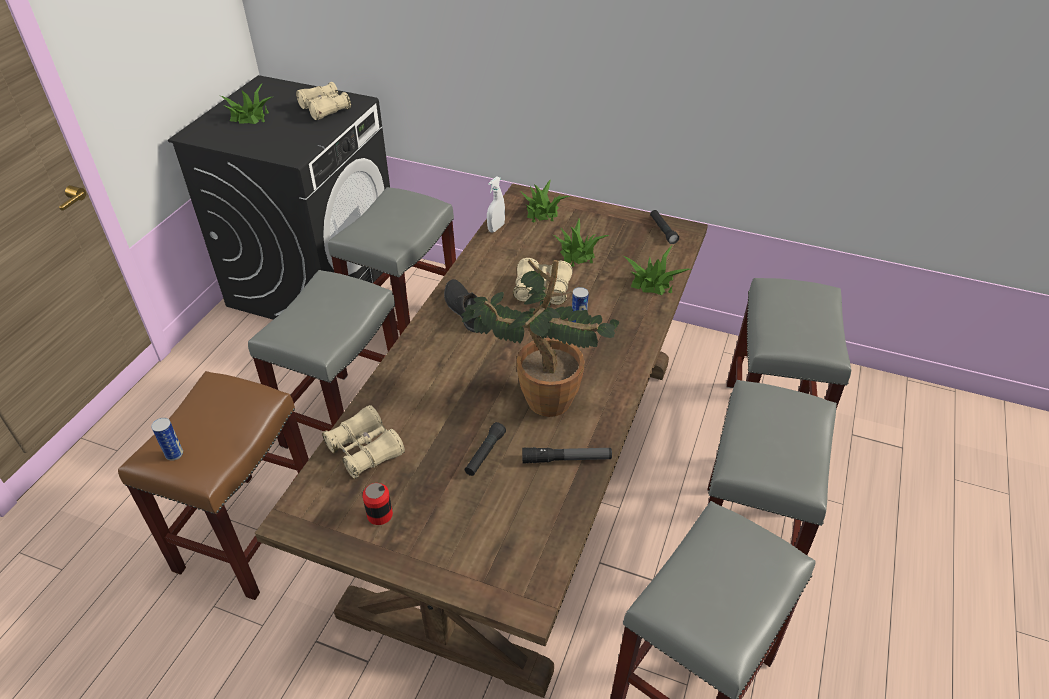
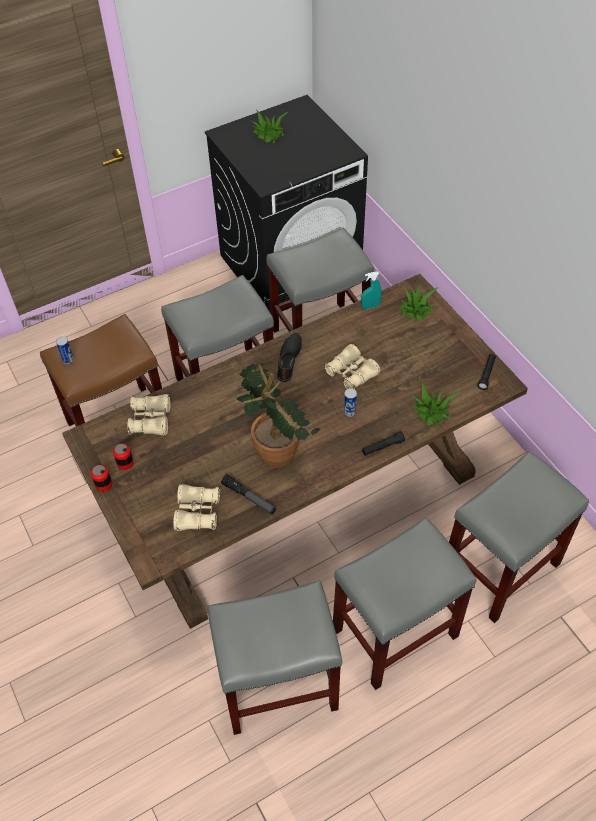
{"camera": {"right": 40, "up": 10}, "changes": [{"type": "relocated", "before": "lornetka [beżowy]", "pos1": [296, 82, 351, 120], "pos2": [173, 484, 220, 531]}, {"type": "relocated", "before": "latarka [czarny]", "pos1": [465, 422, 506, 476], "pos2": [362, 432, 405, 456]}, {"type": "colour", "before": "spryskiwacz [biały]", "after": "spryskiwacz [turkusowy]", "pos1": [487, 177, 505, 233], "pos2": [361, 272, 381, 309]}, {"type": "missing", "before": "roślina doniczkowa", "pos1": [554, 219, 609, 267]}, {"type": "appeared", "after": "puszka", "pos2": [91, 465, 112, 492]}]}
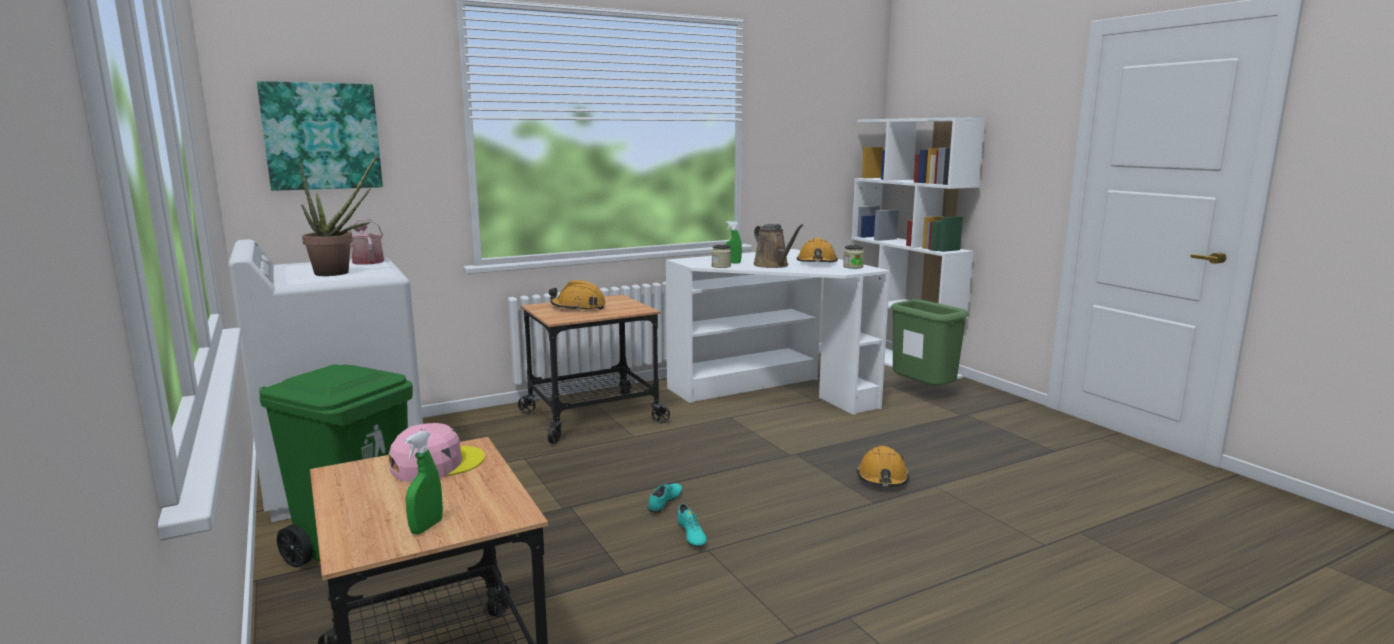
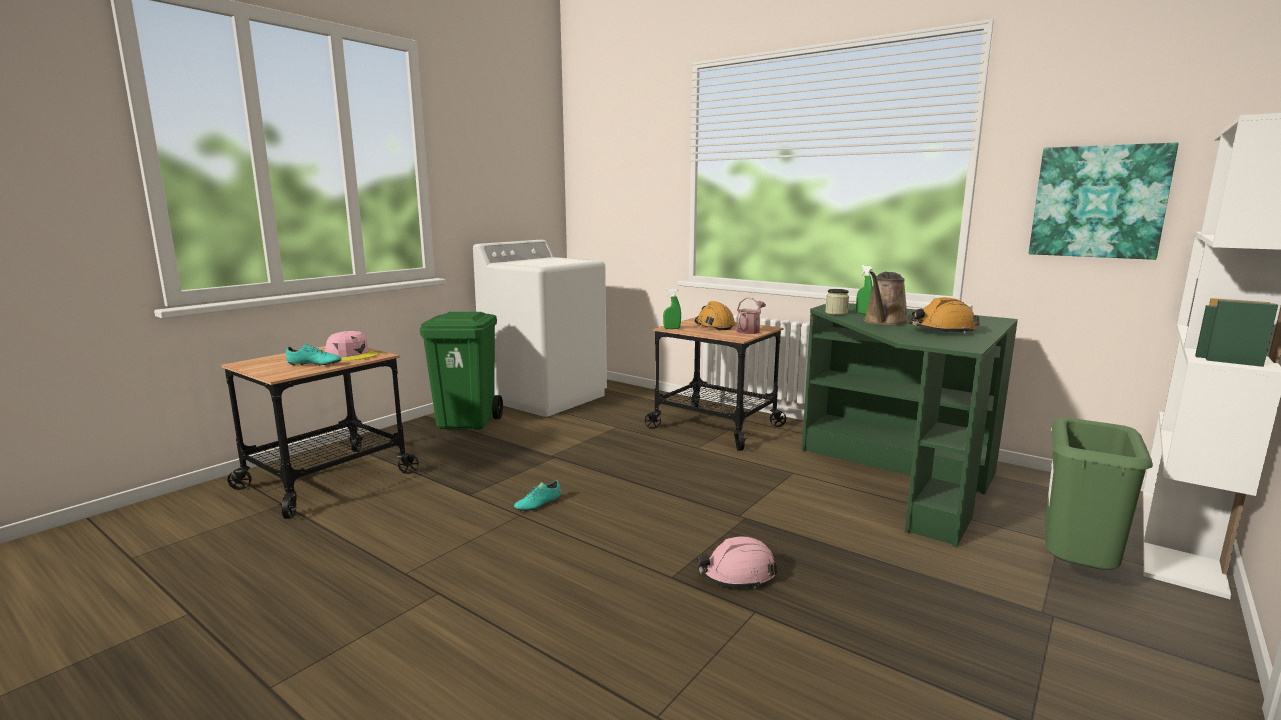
{"camera": {"right": 65, "up": 0}, "changes": [{"type": "relocated", "before": "obraz", "pos1": [257, 81, 383, 191], "pos2": [1029, 142, 1179, 260]}, {"type": "missing", "before": "roślina doniczkowa", "pos1": [299, 154, 378, 276]}, {"type": "relocated", "before": "konewka", "pos1": [349, 219, 384, 265], "pos2": [736, 298, 766, 334]}, {"type": "relocated", "before": "spryskiwacz [zielony]", "pos1": [404, 431, 443, 534], "pos2": [663, 288, 681, 329]}, {"type": "relocated", "before": "but [turkusowy]", "pos1": [648, 483, 682, 513], "pos2": [286, 344, 341, 366]}, {"type": "colour", "before": "biurko [biały]", "after": "biurko [zielony]", "pos1": [666, 249, 890, 415], "pos2": [802, 303, 1018, 547]}, {"type": "missing", "before": "słoik", "pos1": [843, 245, 864, 269]}, {"type": "colour", "before": "kask [pomarańczowy]", "after": "kask [różowy]", "pos1": [857, 446, 909, 487], "pos2": [697, 536, 777, 589]}]}
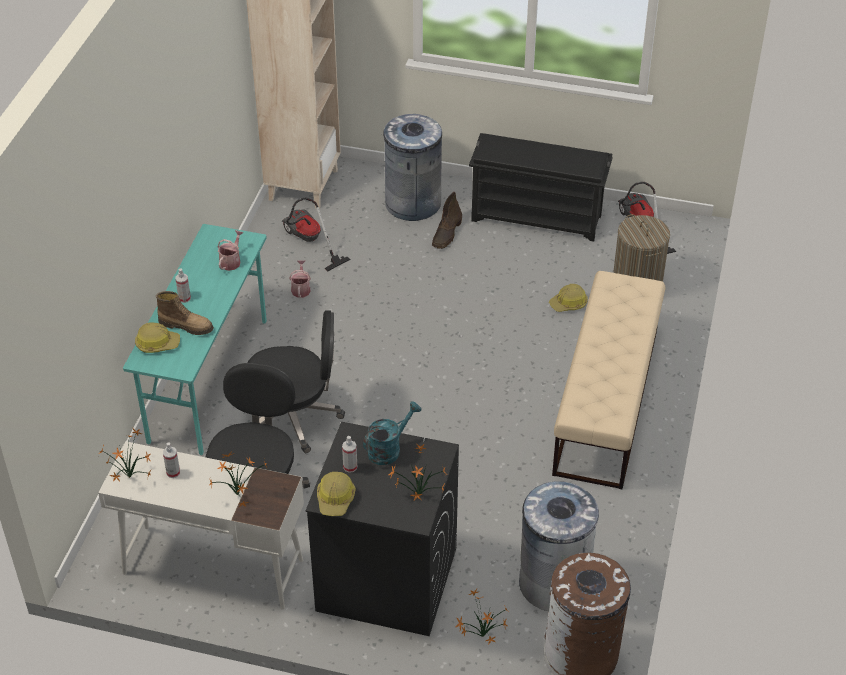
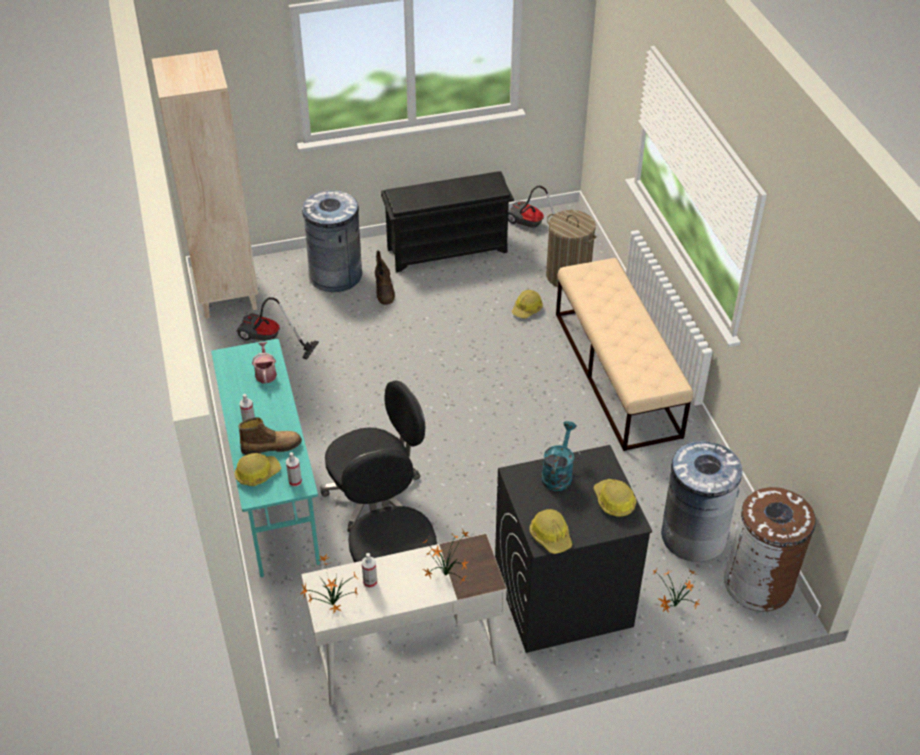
{"camera": {"right": -30, "up": 0}, "changes": [{"type": "missing", "before": "konewka", "pos1": [289, 260, 311, 298]}, {"type": "relocated", "before": "spryskiwacz", "pos1": [342, 436, 357, 473], "pos2": [286, 452, 302, 487]}, {"type": "exchanged", "before": "roślina doniczkowa", "after": "kask", "pos1": [389, 444, 447, 501], "pos2": [593, 479, 636, 517]}]}
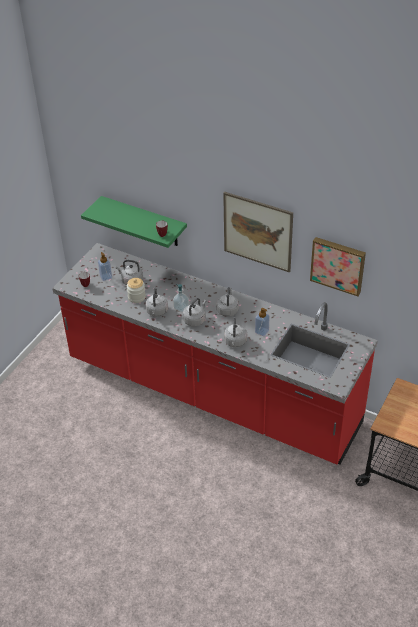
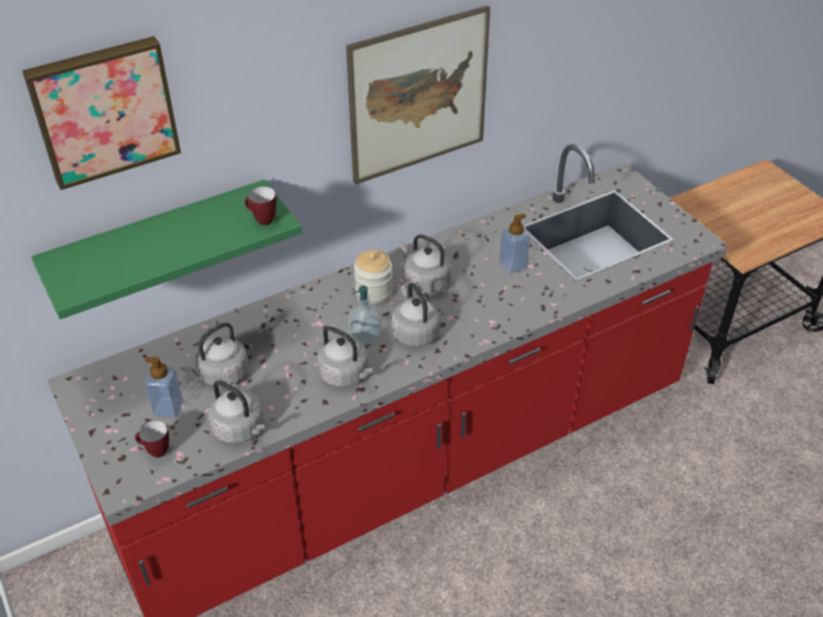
{"camera": {"right": -60, "up": 0}, "changes": [{"type": "relocated", "before": "słoik", "pos1": [127, 278, 146, 303], "pos2": [354, 250, 393, 304]}, {"type": "relocated", "before": "czajnik [szary]", "pos1": [224, 317, 247, 347], "pos2": [208, 380, 266, 444]}, {"type": "relocated", "before": "obraz", "pos1": [310, 237, 366, 296], "pos2": [22, 36, 181, 190]}]}
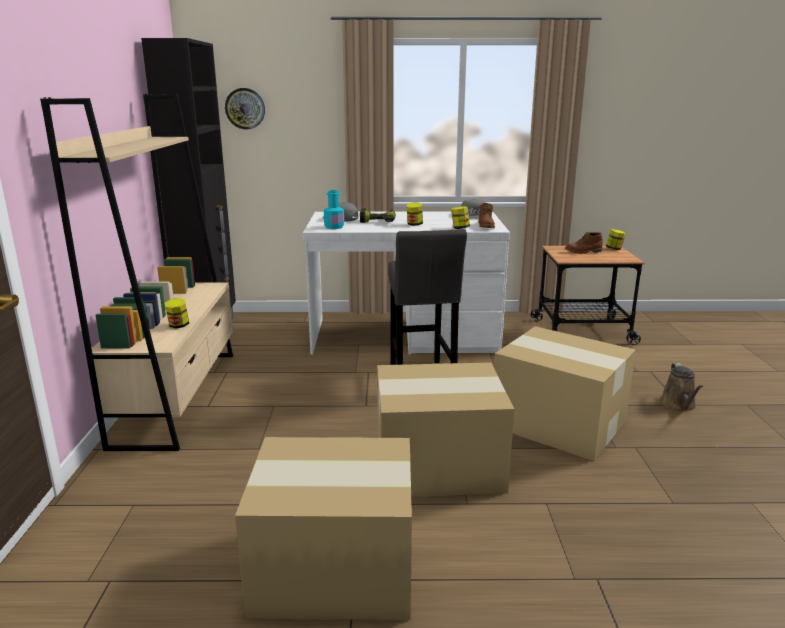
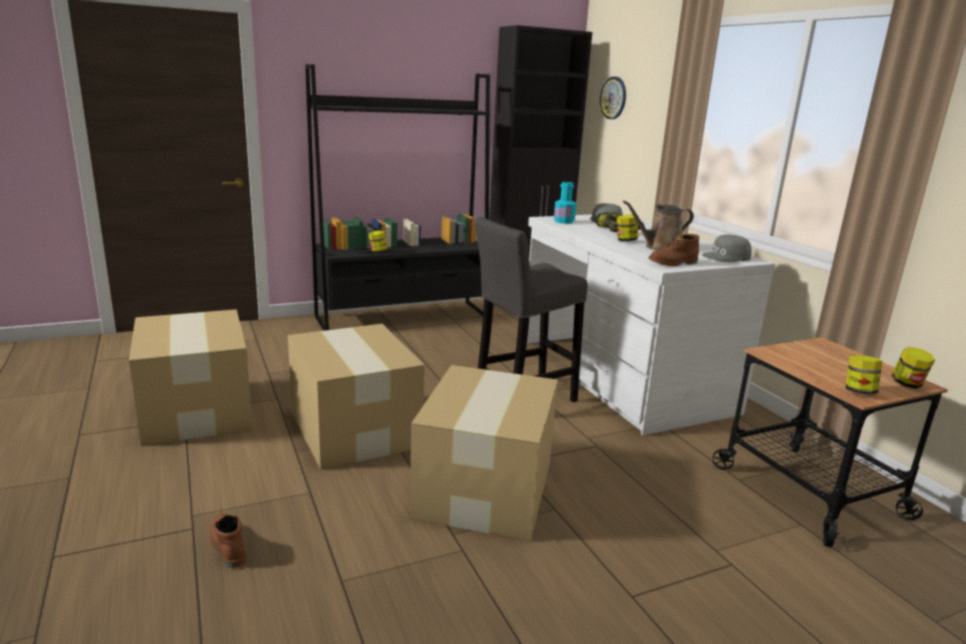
{"camera": {"right": 65, "up": 0}, "changes": [{"type": "colour", "before": "regał [beżowy]", "after": "regał [czarny]", "pos1": [40, 94, 233, 451], "pos2": [305, 64, 490, 331]}, {"type": "relocated", "before": "słoik", "pos1": [451, 206, 470, 229], "pos2": [846, 355, 883, 394]}, {"type": "relocated", "before": "but z cholewką [brązowy]", "pos1": [565, 232, 603, 254], "pos2": [209, 513, 247, 568]}, {"type": "relocated", "before": "konewka [brązowy]", "pos1": [660, 363, 703, 412], "pos2": [623, 200, 694, 250]}]}
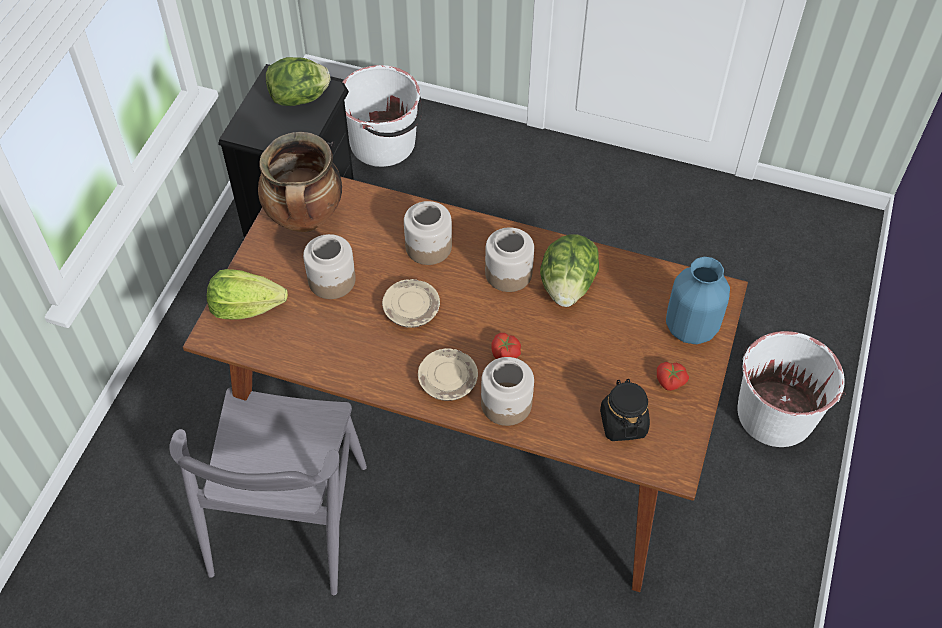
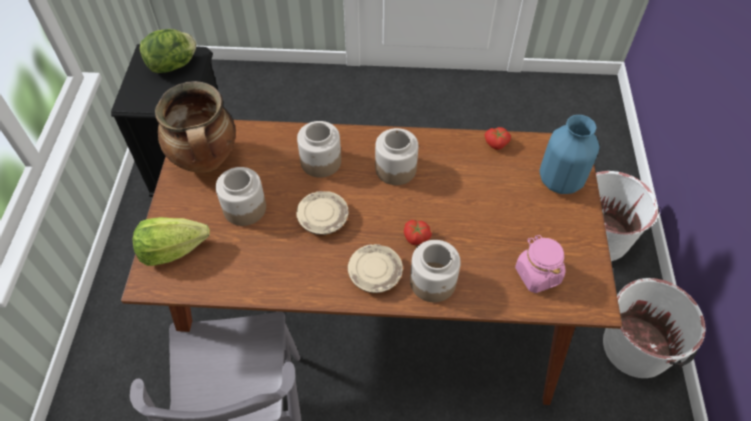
{"camera": {"right": -15, "up": 0}, "changes": [{"type": "relocated", "before": "wiadro [biały]", "pos1": [342, 65, 423, 167], "pos2": [603, 278, 706, 378]}, {"type": "missing", "before": "sałata", "pos1": [540, 234, 599, 307]}, {"type": "colour", "before": "słoik [czarny]", "after": "słoik [różowy]", "pos1": [600, 379, 650, 441], "pos2": [515, 235, 566, 293]}, {"type": "relocated", "before": "pomidor", "pos1": [657, 362, 689, 391], "pos2": [485, 127, 511, 150]}]}
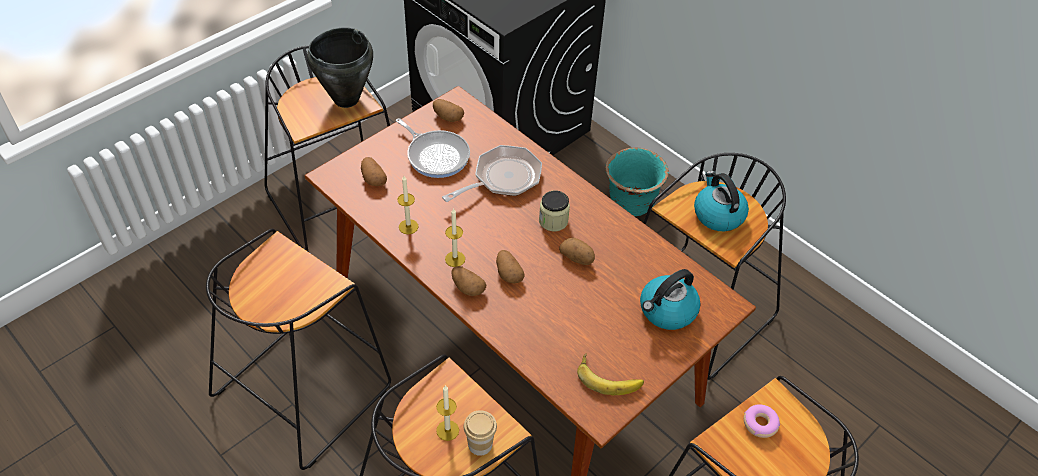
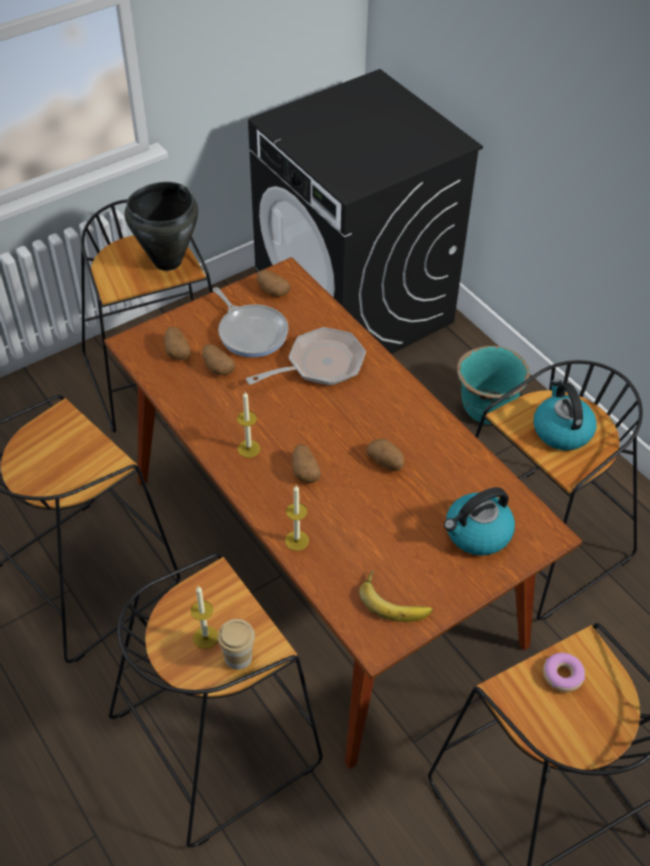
{"camera": {"right": 10, "up": 0}, "changes": [{"type": "relocated", "before": "świeca", "pos1": [397, 176, 418, 234], "pos2": [285, 485, 309, 551]}, {"type": "relocated", "before": "ziemniak", "pos1": [452, 266, 486, 296], "pos2": [202, 344, 235, 375]}, {"type": "missing", "before": "słoik", "pos1": [539, 191, 570, 231]}]}
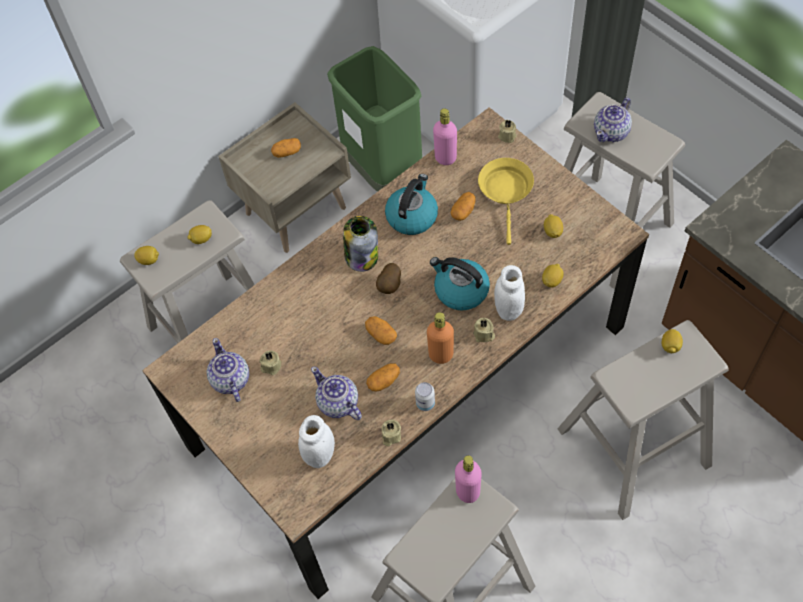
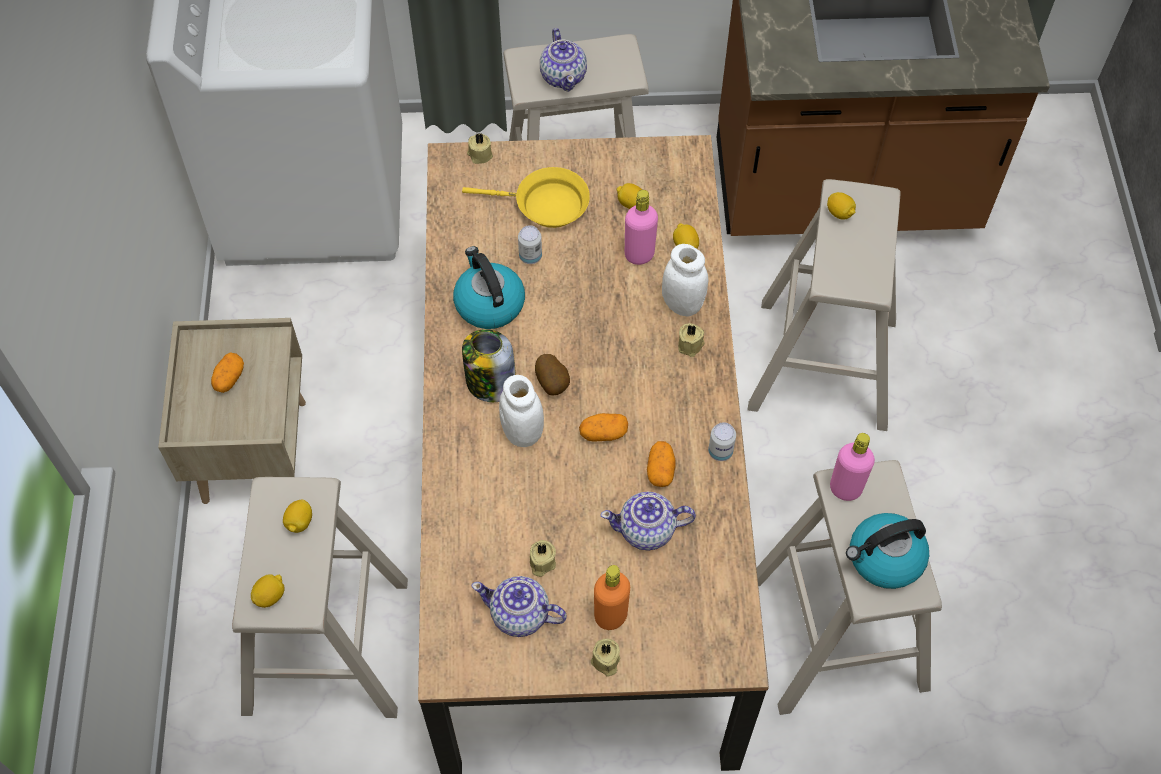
{"camera": {"right": -55, "up": 0}, "changes": [{"type": "relocated", "before": "słoik [biały]", "pos1": [298, 415, 335, 468], "pos2": [499, 375, 544, 447]}, {"type": "missing", "before": "kosz na śmieci [zielony]", "pos1": [327, 46, 422, 192]}, {"type": "relocated", "before": "świeca [beżowy]", "pos1": [382, 419, 401, 446], "pos2": [591, 639, 621, 676]}, {"type": "relocated", "before": "butelka [pomarańczowy]", "pos1": [427, 312, 454, 364], "pos2": [594, 565, 630, 630]}, {"type": "relocated", "before": "czajnik", "pos1": [430, 257, 490, 310], "pos2": [846, 513, 929, 589]}, {"type": "relocated", "before": "butelka [różowy]", "pos1": [433, 108, 457, 165], "pos2": [625, 190, 658, 265]}, {"type": "exchanged", "before": "ziemniak", "after": "puszka", "pos1": [450, 192, 476, 221], "pos2": [518, 225, 542, 264]}, {"type": "spun", "before": "patelnia [żółty]", "pos1": [478, 158, 534, 245], "pos2": [462, 167, 590, 228], "turn": 150}]}
